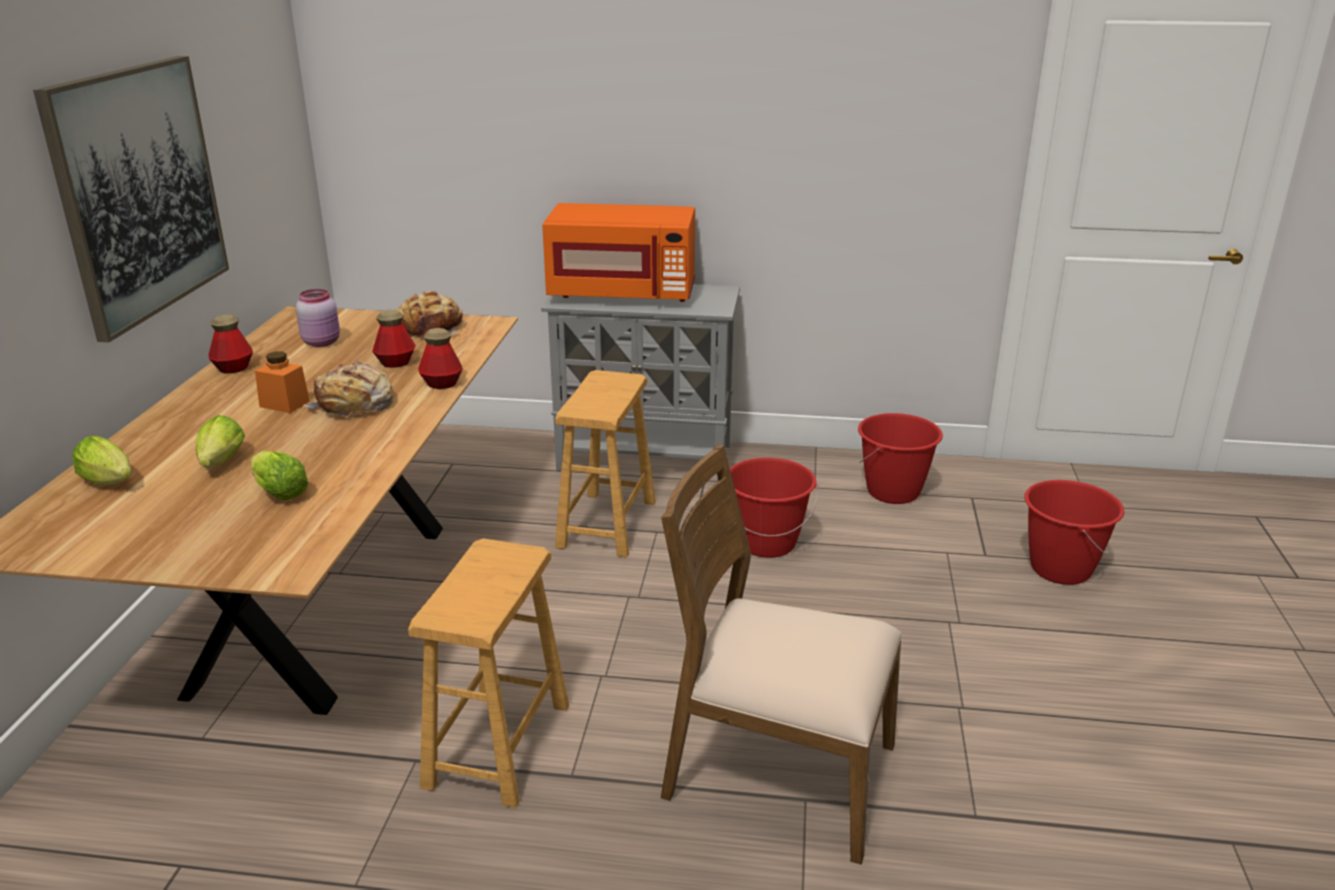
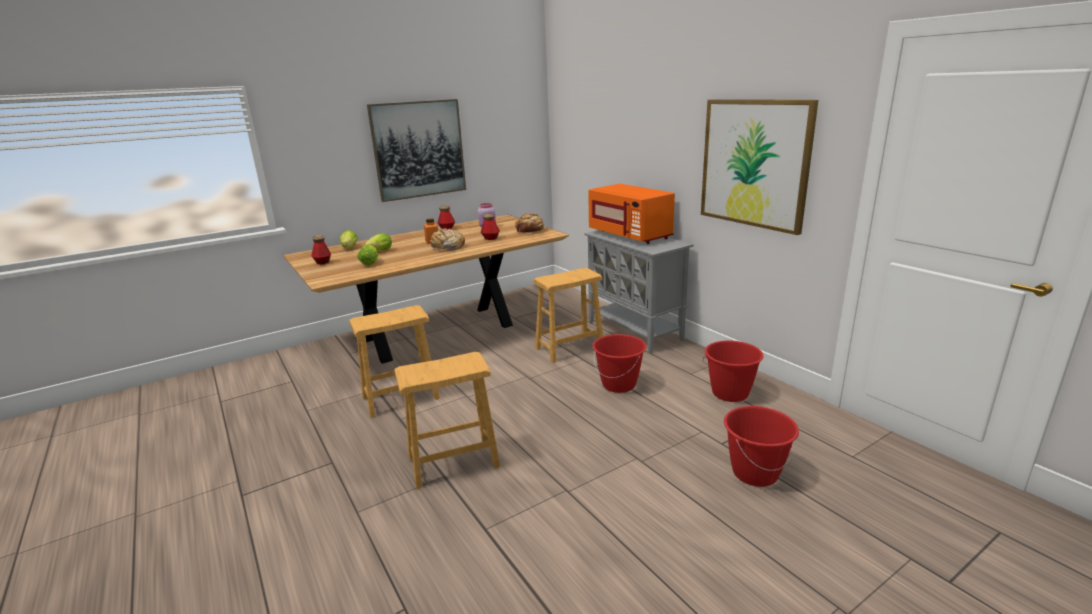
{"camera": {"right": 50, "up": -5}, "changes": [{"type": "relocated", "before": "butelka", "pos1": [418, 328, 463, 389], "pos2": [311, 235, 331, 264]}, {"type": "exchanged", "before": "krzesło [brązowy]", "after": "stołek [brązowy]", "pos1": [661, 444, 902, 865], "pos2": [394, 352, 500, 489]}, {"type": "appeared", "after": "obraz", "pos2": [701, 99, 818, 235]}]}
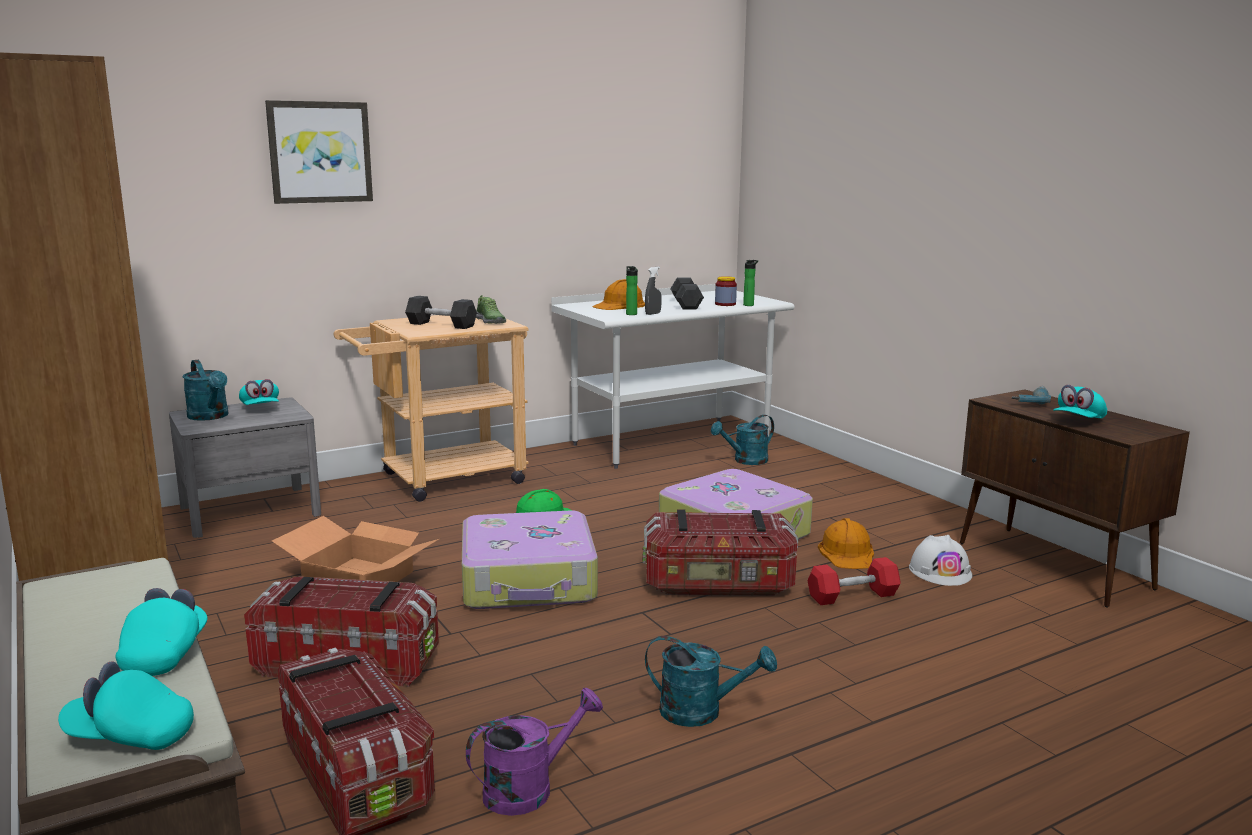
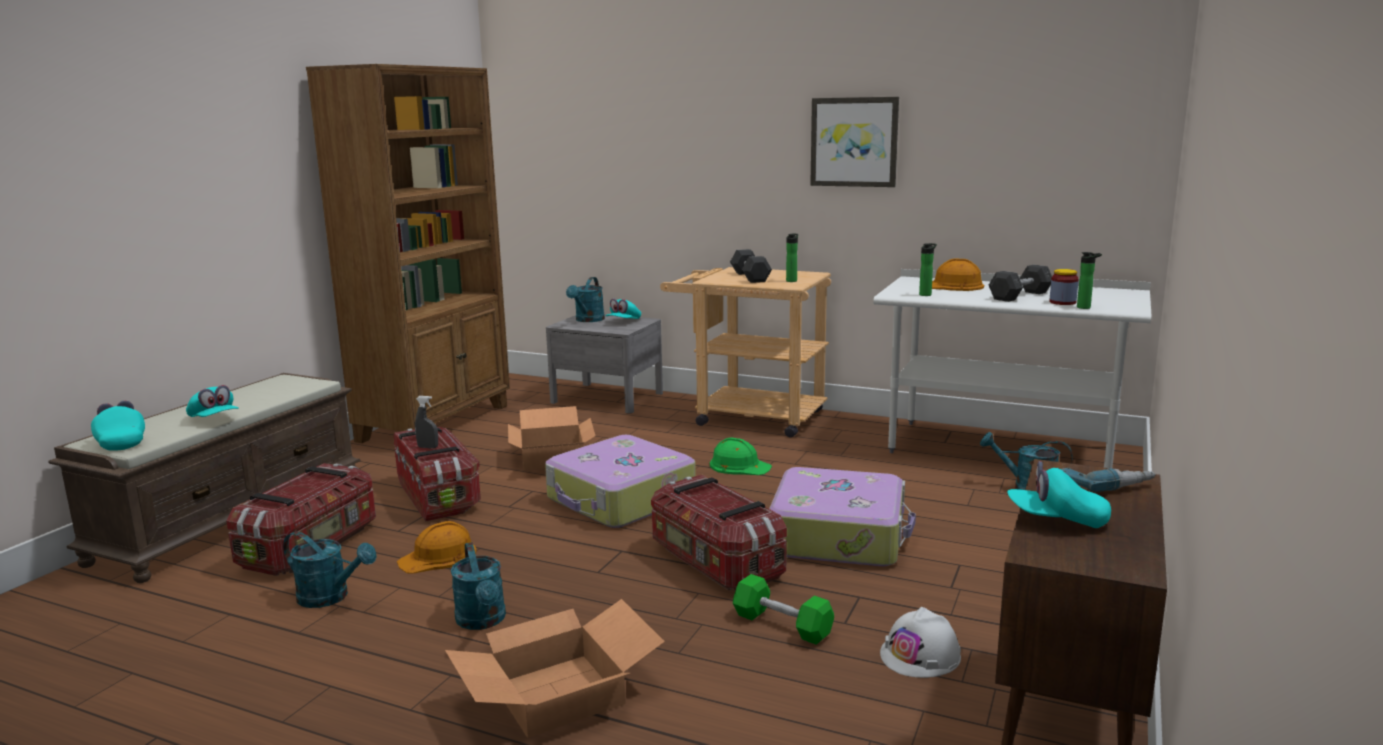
{"camera": {"right": 55, "up": 0}, "changes": [{"type": "spun", "before": "czapka z daszkiem [turkusowy]", "pos1": [116, 588, 208, 676], "pos2": [186, 385, 239, 417], "turn": 75}, {"type": "relocated", "before": "obraz", "pos1": [265, 100, 373, 204], "pos2": [810, 97, 899, 187]}, {"type": "colour", "before": "konewka [fioletowy]", "after": "konewka [turkusowy]", "pos1": [466, 688, 603, 816], "pos2": [283, 531, 377, 608]}, {"type": "exchanged", "before": "but", "after": "butelka", "pos1": [476, 295, 506, 324], "pos2": [786, 234, 798, 282]}, {"type": "relocated", "before": "spryskiwacz [szary]", "pos1": [645, 267, 662, 315], "pos2": [415, 396, 438, 449]}, {"type": "colour", "before": "hantel [czerwony]", "after": "hantel [zielony]", "pos1": [808, 557, 901, 605], "pos2": [733, 574, 834, 645]}, {"type": "relocated", "before": "kask [pomarańczowy]", "pos1": [818, 518, 874, 569], "pos2": [397, 521, 476, 574]}, {"type": "appeared", "after": "karton", "pos2": [445, 599, 665, 738]}]}
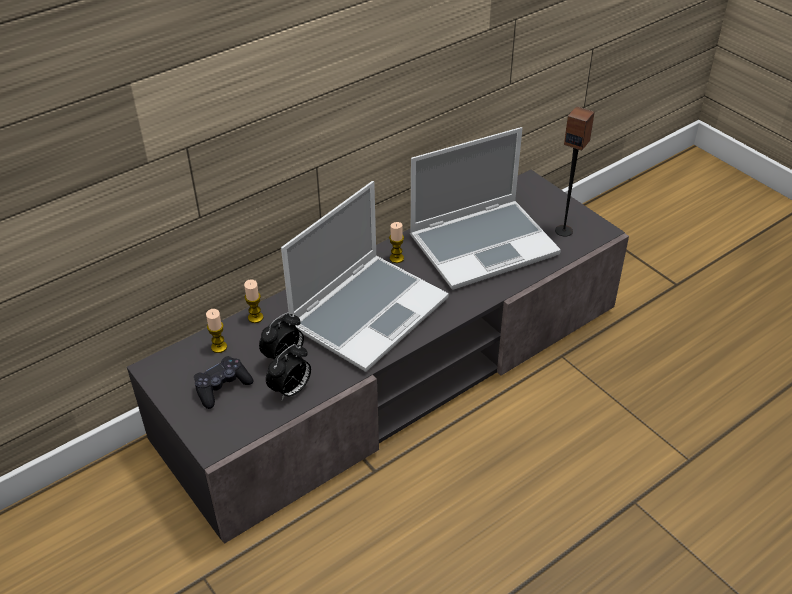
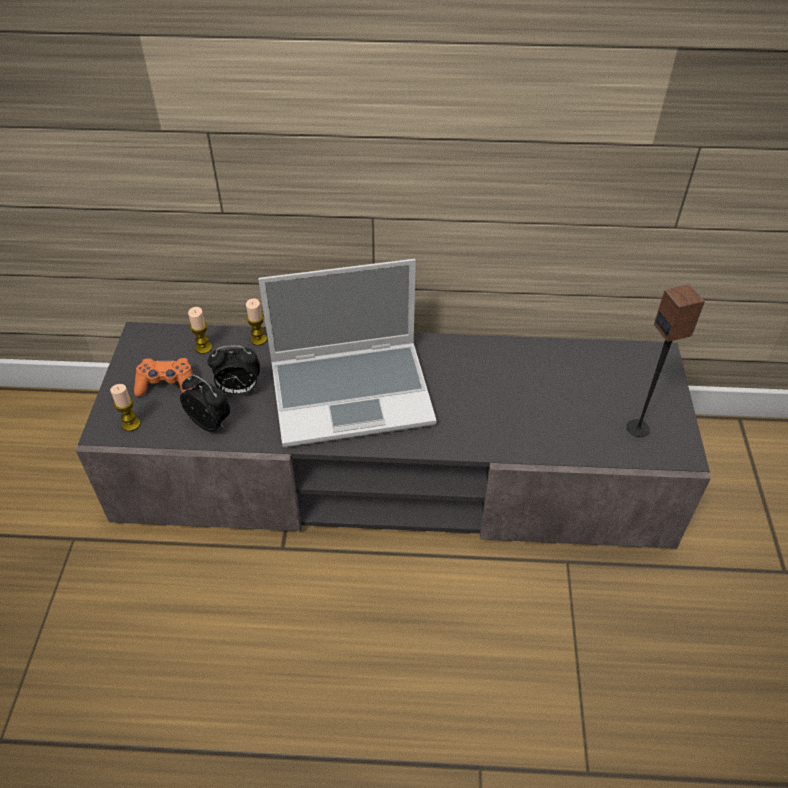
{"camera": {"right": 40, "up": 5}, "changes": [{"type": "colour", "before": "pad do gier [czarny]", "after": "pad do gier [pomarańczowy]", "pos1": [194, 356, 254, 409], "pos2": [134, 358, 194, 397]}, {"type": "spun", "before": "budzik", "pos1": [266, 344, 311, 400], "pos2": [180, 374, 230, 432], "turn": -135}, {"type": "relocated", "before": "świeca", "pos1": [389, 222, 404, 263], "pos2": [110, 384, 140, 431]}, {"type": "missing", "before": "laptop", "pos1": [410, 127, 561, 290]}]}
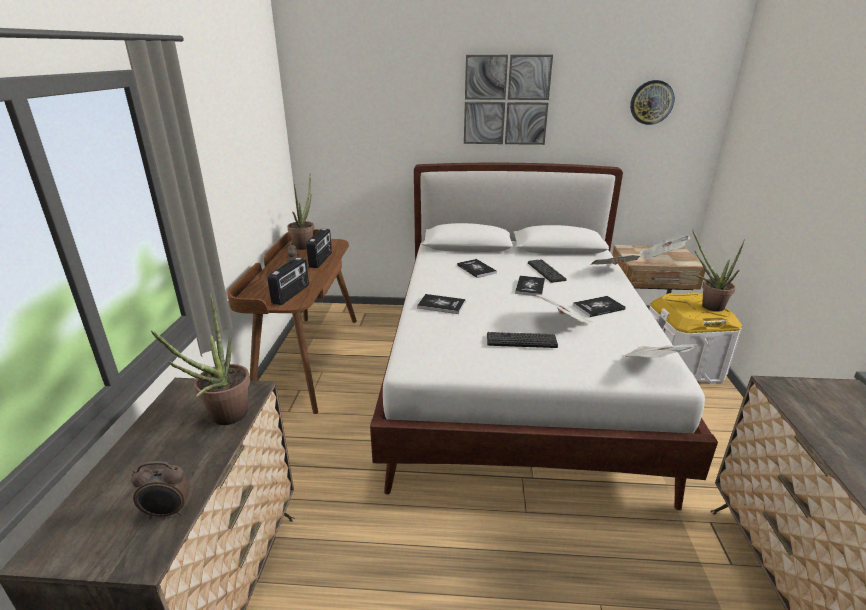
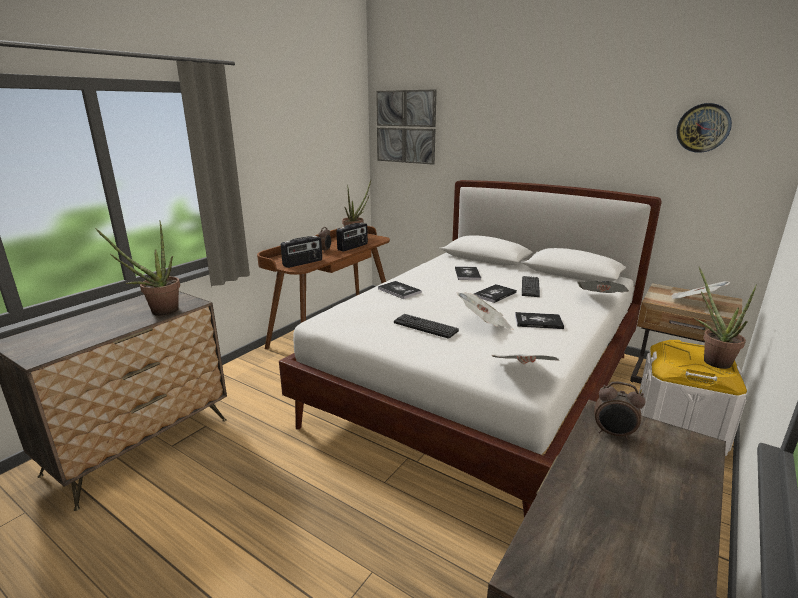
{"camera": {"right": 30, "up": -5}, "changes": [{"type": "relocated", "before": "budzik", "pos1": [131, 461, 190, 519], "pos2": [594, 382, 646, 440]}, {"type": "relocated", "before": "obraz", "pos1": [464, 55, 553, 145], "pos2": [376, 89, 437, 165]}]}
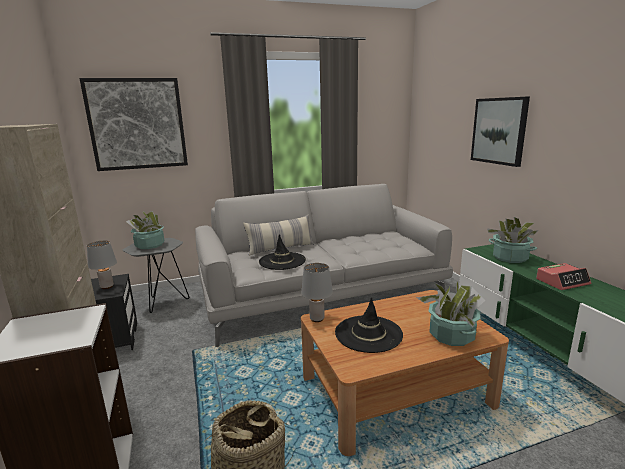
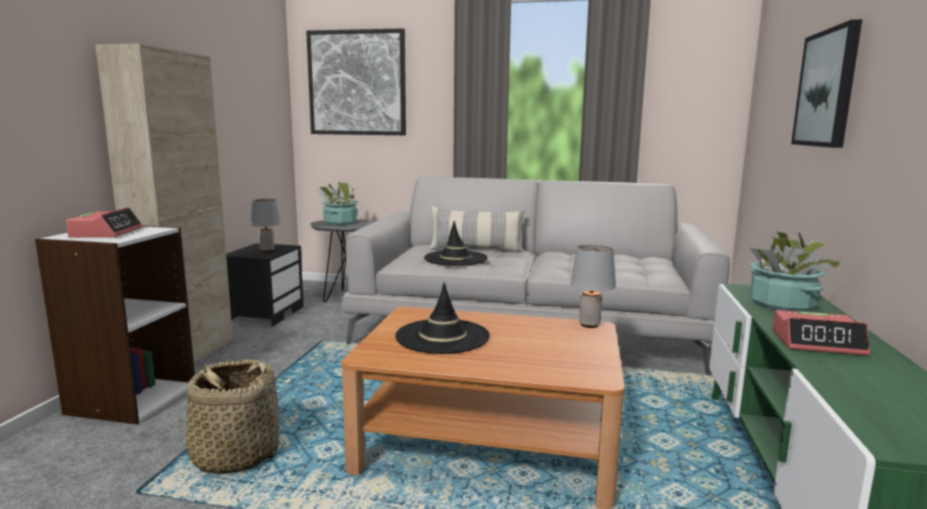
{"camera": {"right": 30, "up": -5}, "changes": [{"type": "relocated", "before": "lampa stołowa [szary]", "pos1": [301, 263, 333, 322], "pos2": [570, 245, 616, 328]}, {"type": "missing", "before": "roślina doniczkowa", "pos1": [416, 282, 485, 346]}, {"type": "appeared", "after": "budzik", "pos2": [66, 207, 142, 238]}]}
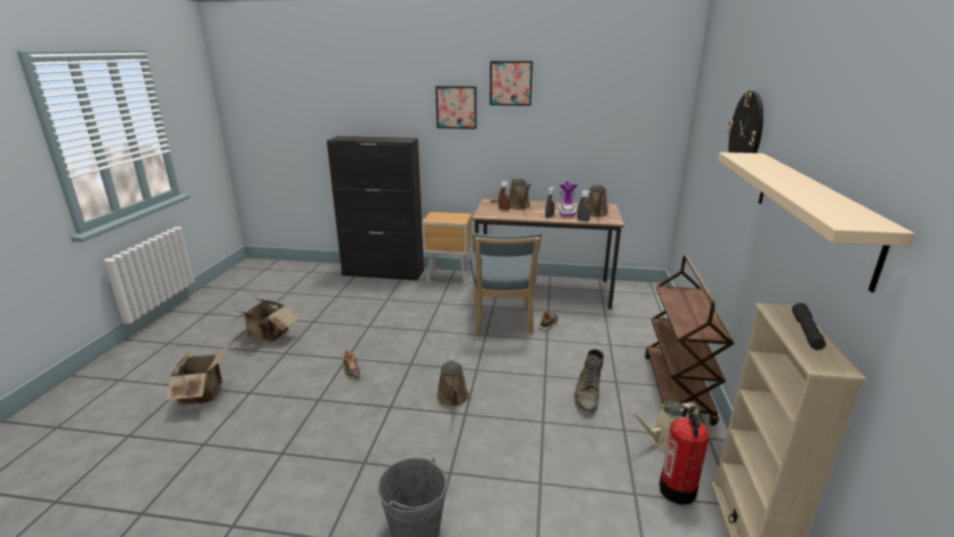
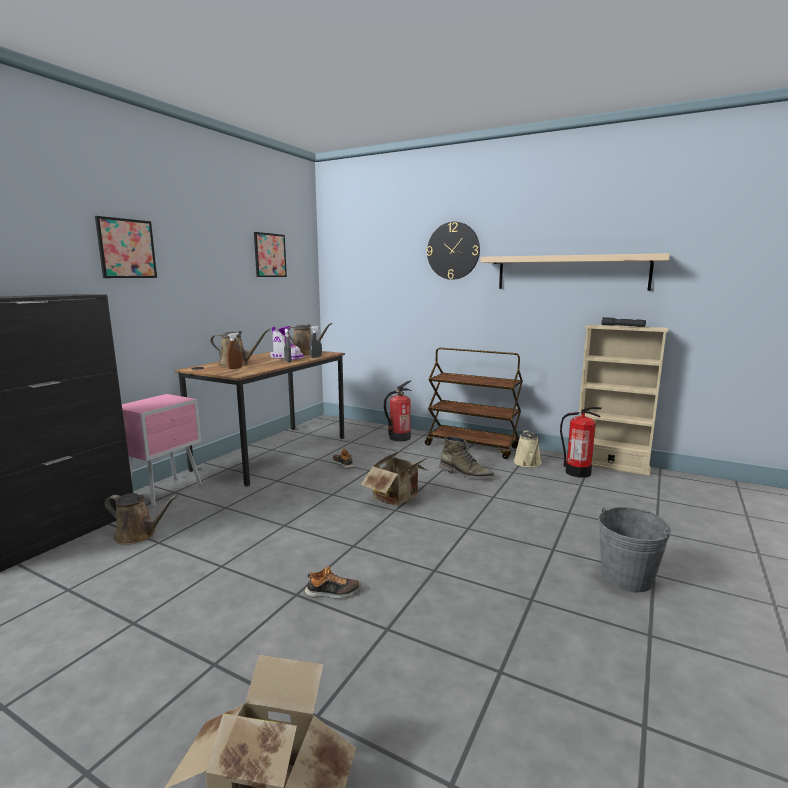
{"camera": {"right": -70, "up": -10}, "changes": [{"type": "relocated", "before": "karton", "pos1": [233, 298, 299, 343], "pos2": [361, 449, 431, 506]}, {"type": "colour", "before": "szafka nocna [brązowy]", "after": "szafka nocna [różowy]", "pos1": [422, 212, 472, 285], "pos2": [122, 394, 202, 507]}, {"type": "relocated", "before": "konewka [brązowy]", "pos1": [437, 356, 469, 406], "pos2": [105, 493, 178, 545]}, {"type": "missing", "before": "krzesło [niebieski]", "pos1": [471, 233, 542, 334]}, {"type": "relocated", "before": "obraz", "pos1": [490, 61, 533, 106], "pos2": [254, 232, 287, 277]}, {"type": "appeared", "after": "gaśnica", "pos2": [384, 380, 412, 441]}]}
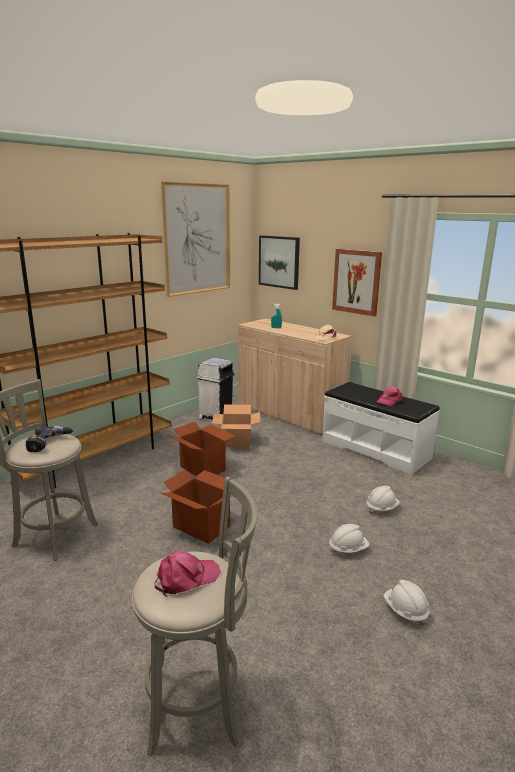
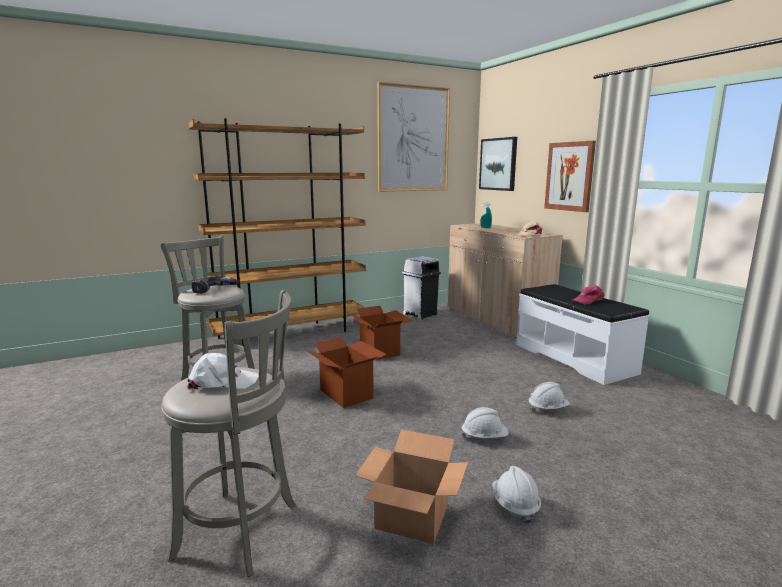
{"camera": {"right": 20, "up": -5}, "changes": [{"type": "colour", "before": "czapka z daszkiem [różowy]", "after": "czapka z daszkiem [biały]", "pos1": [155, 550, 221, 597], "pos2": [187, 353, 258, 390]}, {"type": "relocated", "before": "karton", "pos1": [212, 405, 260, 447], "pos2": [355, 429, 468, 544]}]}
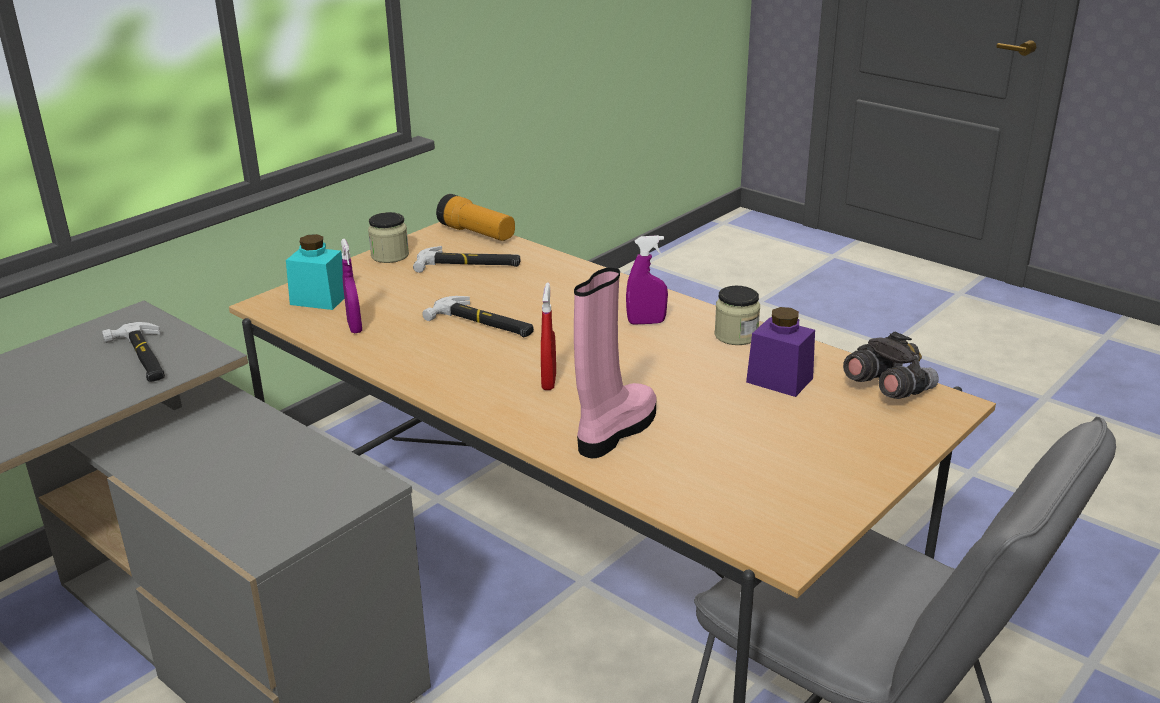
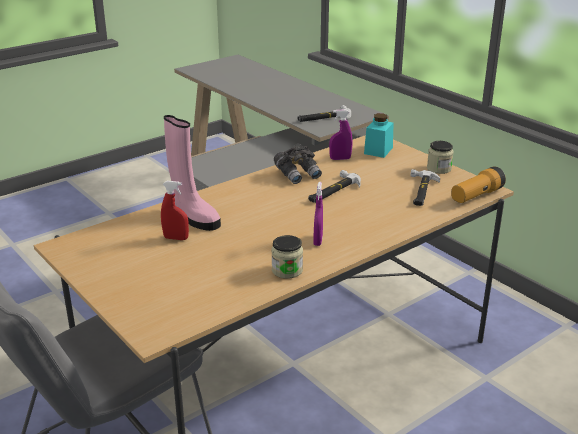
{"camera": {"right": 100, "up": 0}, "changes": [{"type": "relocated", "before": "spryskiwacz [czerwony]", "pos1": [541, 283, 556, 390], "pos2": [161, 181, 189, 240]}, {"type": "missing", "before": "słoik [fioletowy]", "pos1": [746, 307, 815, 397]}, {"type": "relocated", "before": "lornetka [szary]", "pos1": [843, 332, 939, 399], "pos2": [274, 143, 322, 184]}]}
